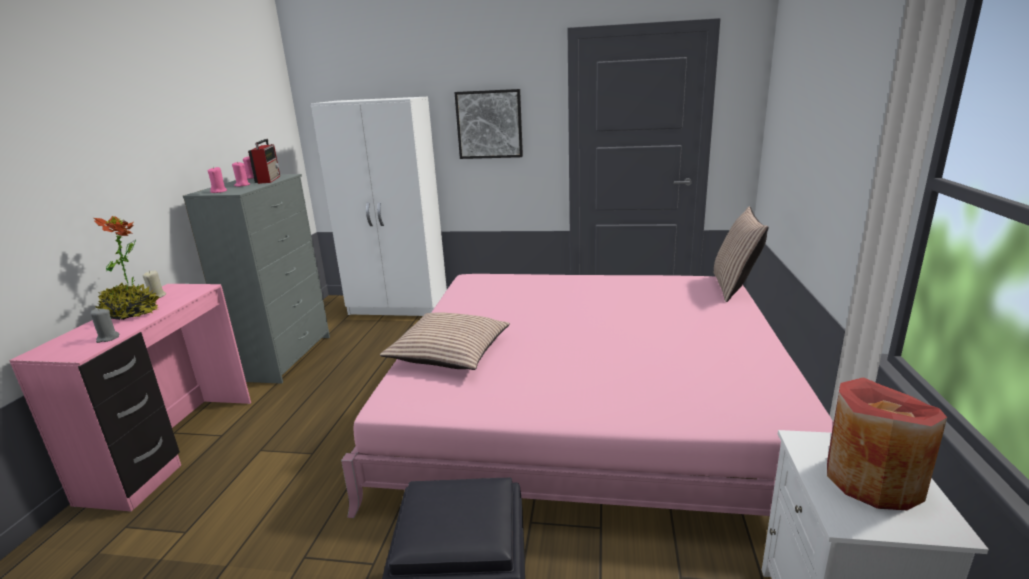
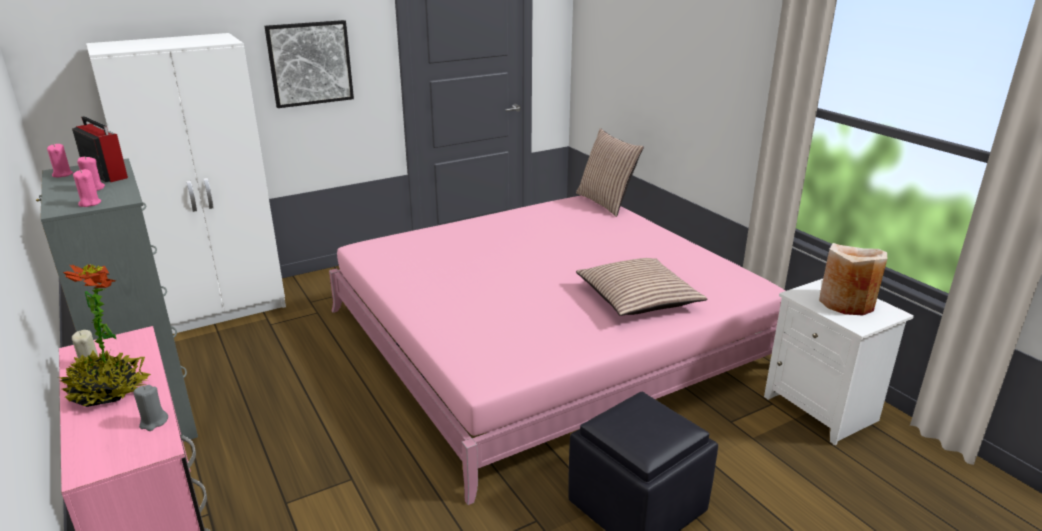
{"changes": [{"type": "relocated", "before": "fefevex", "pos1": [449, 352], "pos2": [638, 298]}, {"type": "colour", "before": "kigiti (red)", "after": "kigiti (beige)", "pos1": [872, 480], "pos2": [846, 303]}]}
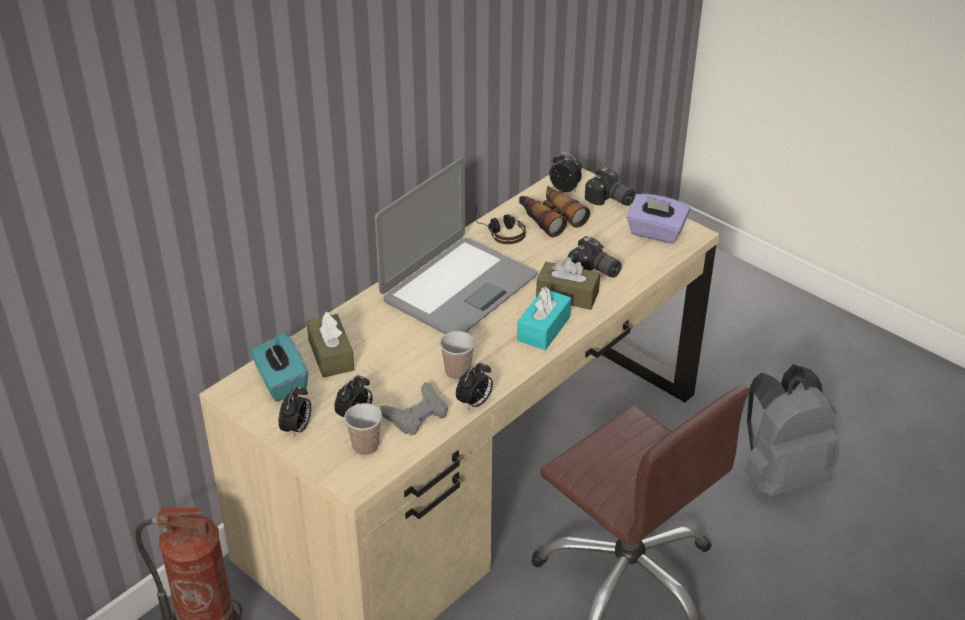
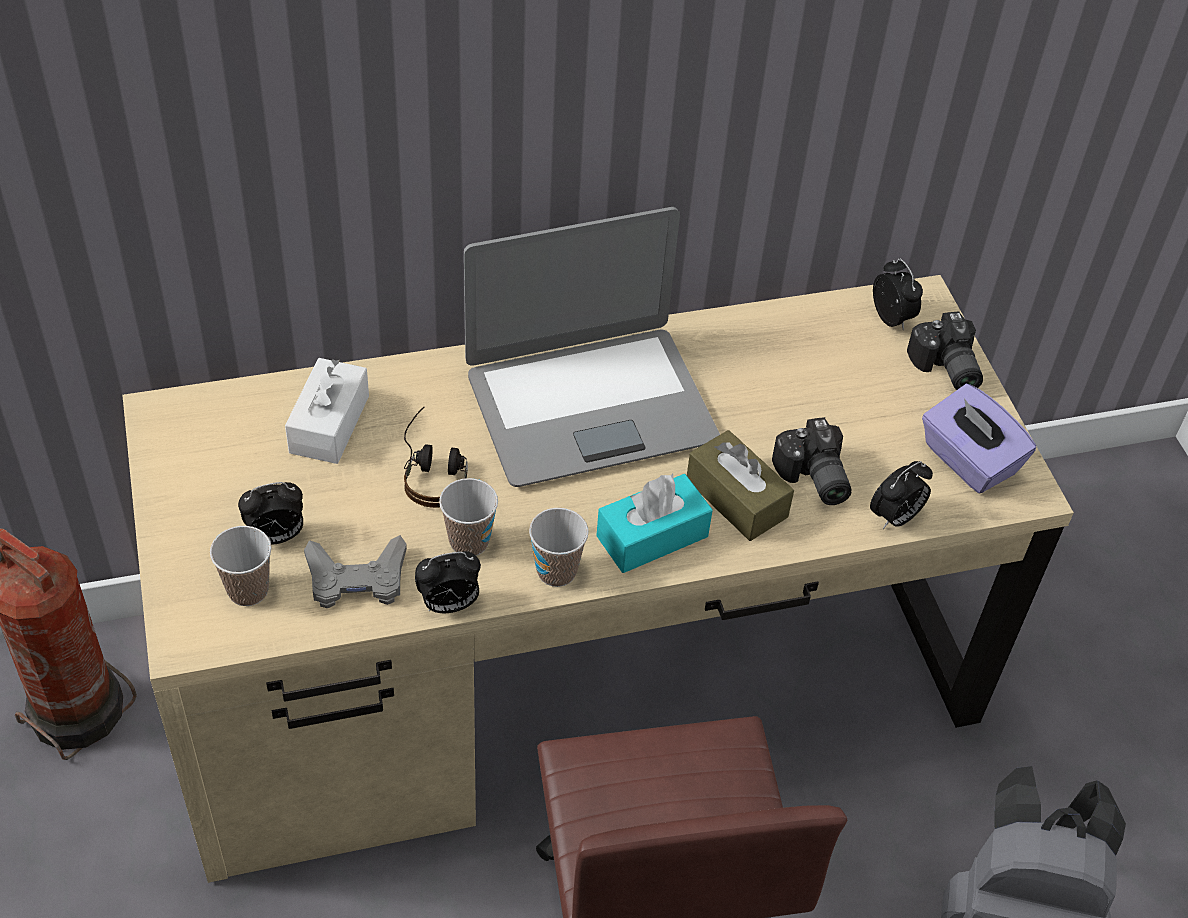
{"changes": [{"type": "missing", "before": "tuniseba", "pos1": [550, 217]}, {"type": "relocated", "before": "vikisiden", "pos1": [499, 230], "pos2": [435, 469]}, {"type": "colour", "before": "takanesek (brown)", "after": "takanesek (white)", "pos1": [331, 355], "pos2": [329, 424]}, {"type": "missing", "before": "takanesek (turquoise)", "pos1": [281, 382]}, {"type": "relocated", "before": "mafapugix", "pos1": [297, 429], "pos2": [895, 518]}, {"type": "appeared", "after": "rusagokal", "pos2": [556, 571]}]}
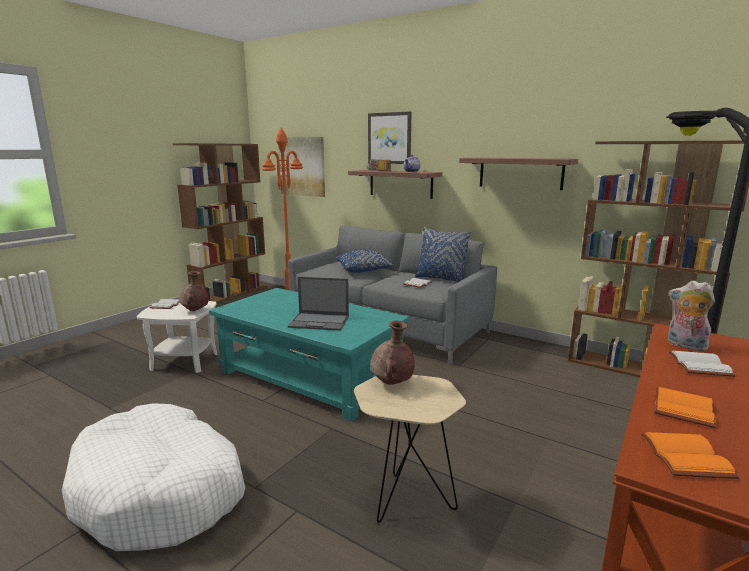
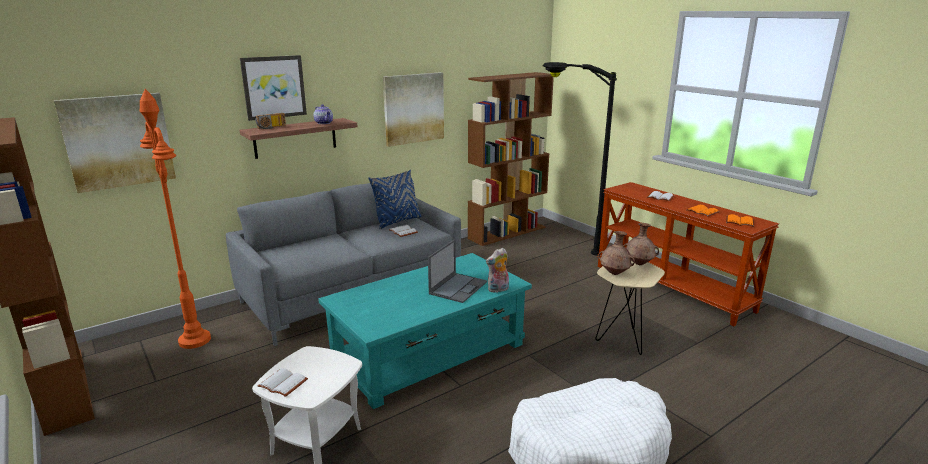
{"changes": [{"type": "exchanged", "before": "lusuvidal", "after": "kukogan", "pos1": [520, 173], "pos2": [413, 108]}, {"type": "missing", "before": "fefevex (blue)", "pos1": [364, 270]}, {"type": "relocated", "before": "kigiti (brown)", "pos1": [195, 310], "pos2": [639, 264]}, {"type": "relocated", "before": "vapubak", "pos1": [684, 346], "pos2": [498, 289]}]}
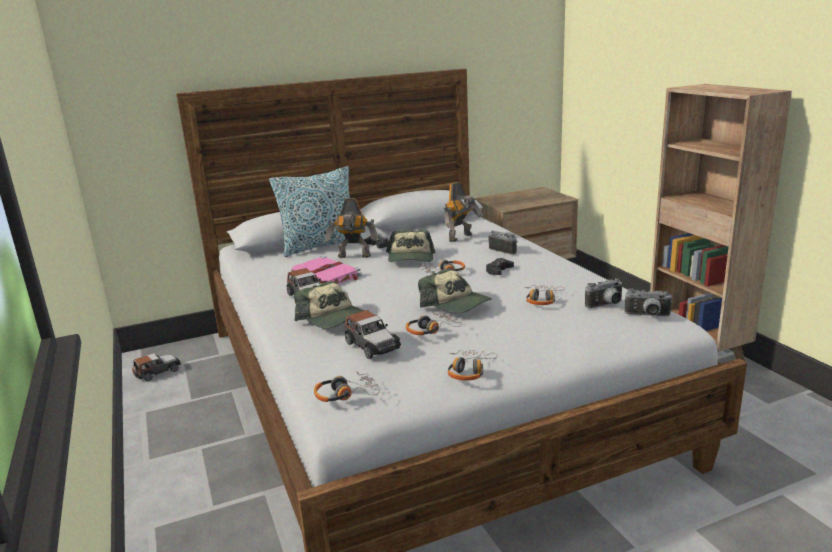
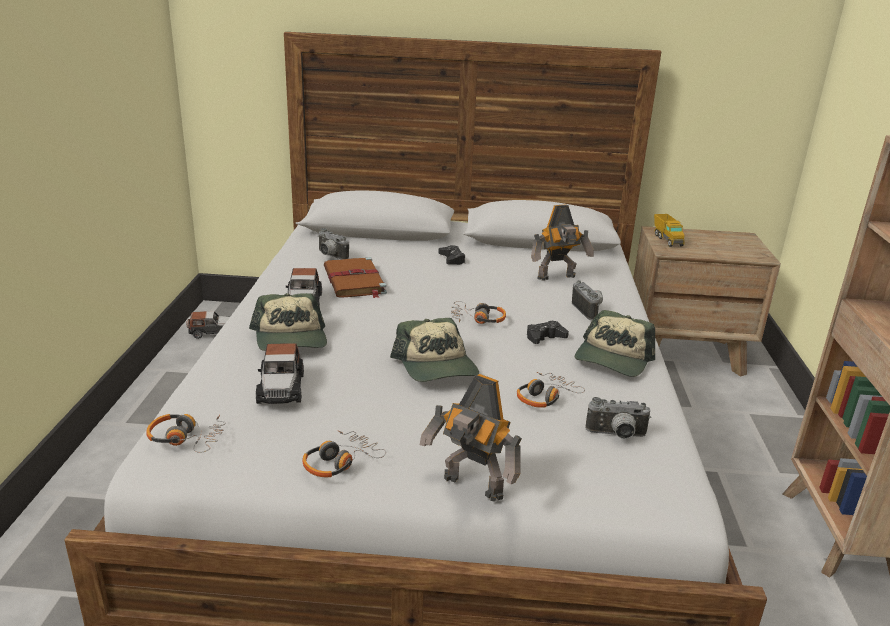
{"changes": [{"type": "missing", "before": "fefevex", "pos1": [321, 246]}, {"type": "relocated", "before": "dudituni", "pos1": [354, 257], "pos2": [471, 488]}, {"type": "relocated", "before": "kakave", "pos1": [411, 258], "pos2": [612, 359]}, {"type": "colour", "before": "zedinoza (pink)", "after": "zedinoza (brown)", "pos1": [327, 275], "pos2": [354, 281]}, {"type": "relocated", "before": "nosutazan", "pos1": [647, 316], "pos2": [330, 256]}, {"type": "missing", "before": "vikisiden", "pos1": [431, 330]}, {"type": "appeared", "after": "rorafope", "pos2": [667, 240]}]}
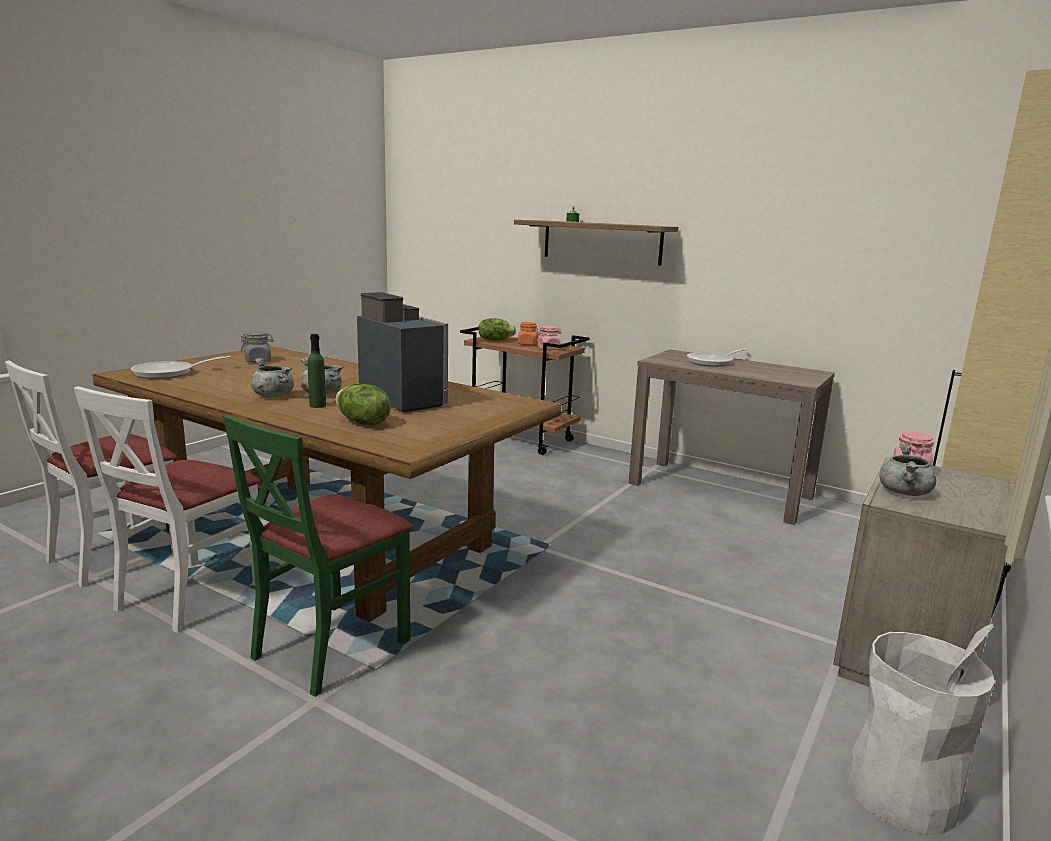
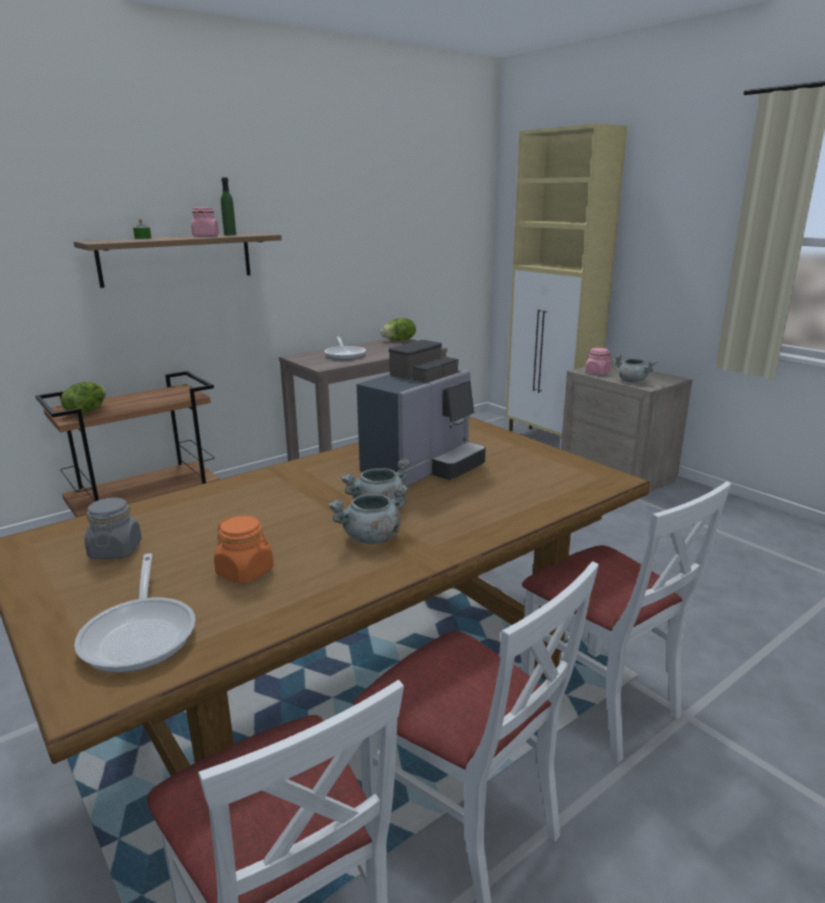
{"changes": [{"type": "spun", "before": "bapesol", "pos1": [405, 399], "pos2": [423, 467], "turn": 150}, {"type": "relocated", "before": "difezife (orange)", "pos1": [528, 344], "pos2": [245, 572]}, {"type": "relocated", "before": "difezife (pink)", "pos1": [548, 349], "pos2": [206, 236]}, {"type": "relocated", "before": "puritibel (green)", "pos1": [317, 405], "pos2": [230, 235]}, {"type": "relocated", "before": "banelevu", "pos1": [362, 422], "pos2": [399, 340]}, {"type": "colour", "before": "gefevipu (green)", "after": "gefevipu (white)", "pos1": [329, 647], "pos2": [600, 702]}, {"type": "missing", "before": "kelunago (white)", "pos1": [901, 793]}]}
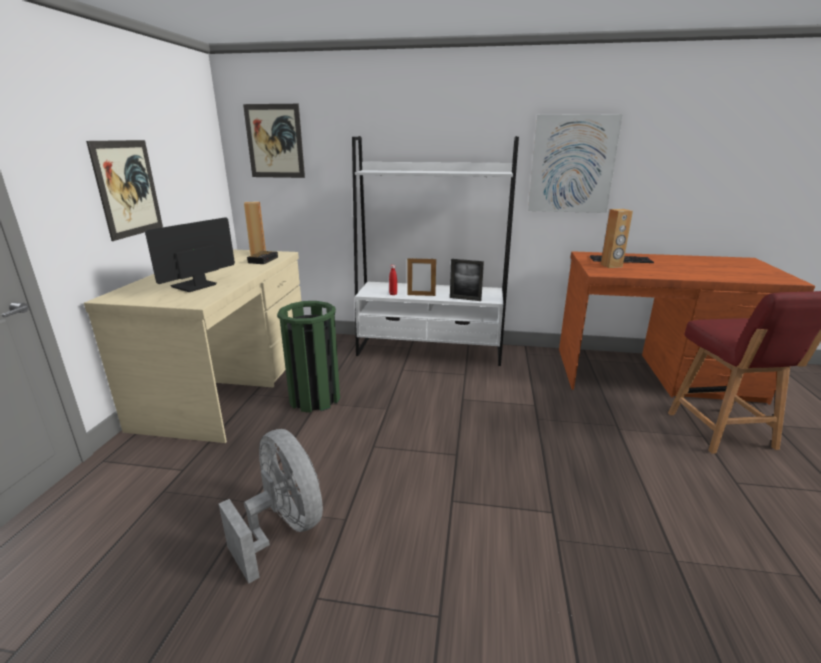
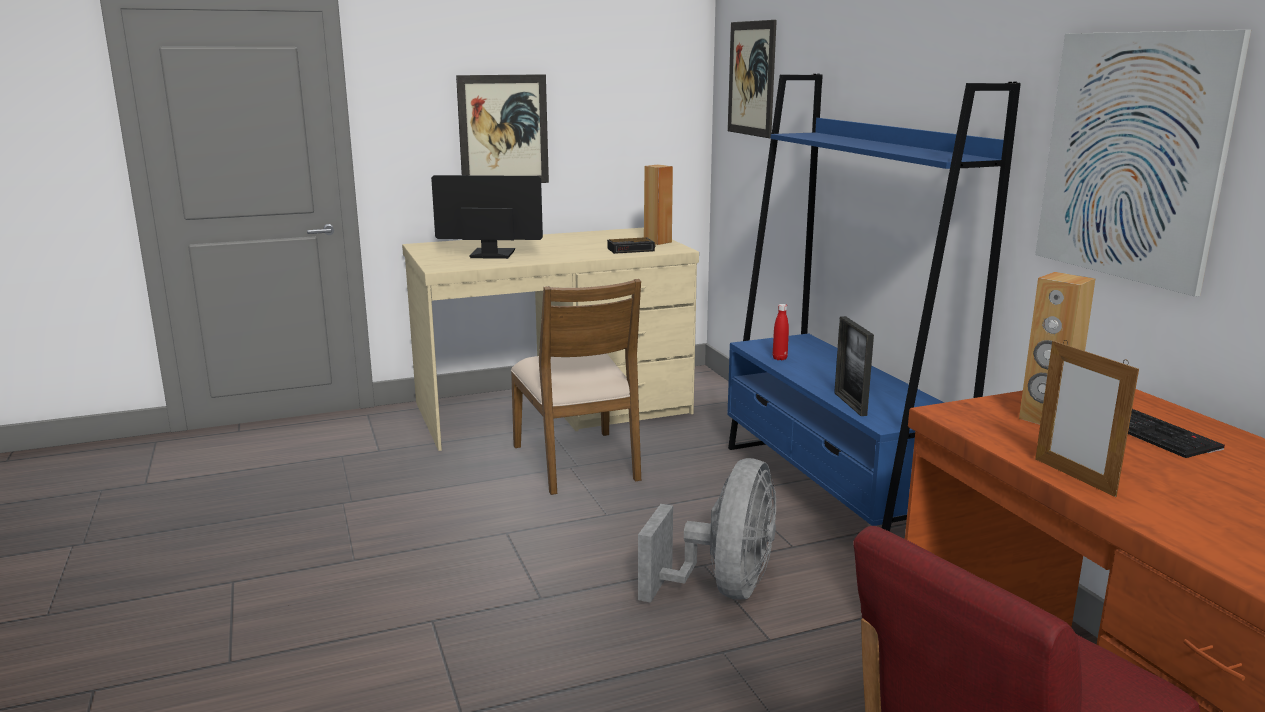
{"changes": [{"type": "colour", "before": "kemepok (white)", "after": "kemepok (blue)", "pos1": [430, 351], "pos2": [832, 495]}, {"type": "relocated", "before": "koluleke", "pos1": [421, 295], "pos2": [1074, 477]}, {"type": "exchanged", "before": "kelunago (green)", "after": "gefevipu (brown)", "pos1": [315, 398], "pos2": [578, 462]}, {"type": "relocated", "before": "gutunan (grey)", "pos1": [283, 527], "pos2": [723, 588]}]}
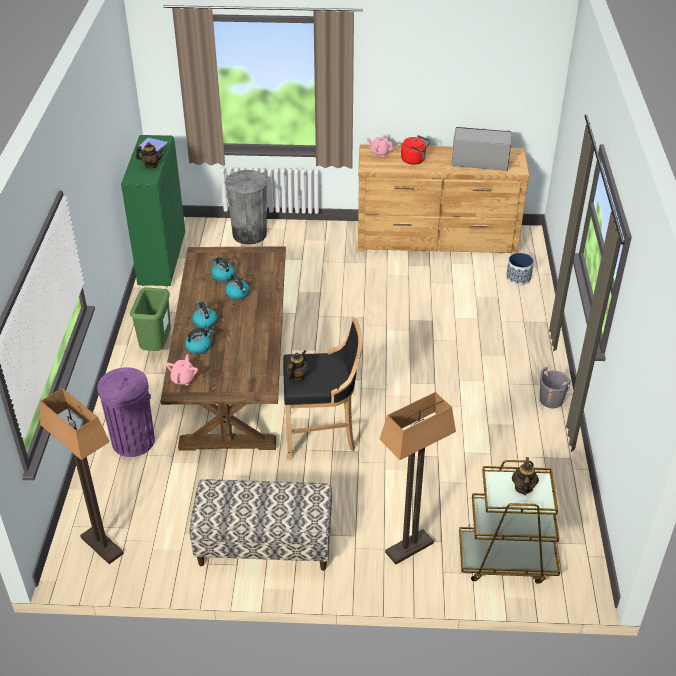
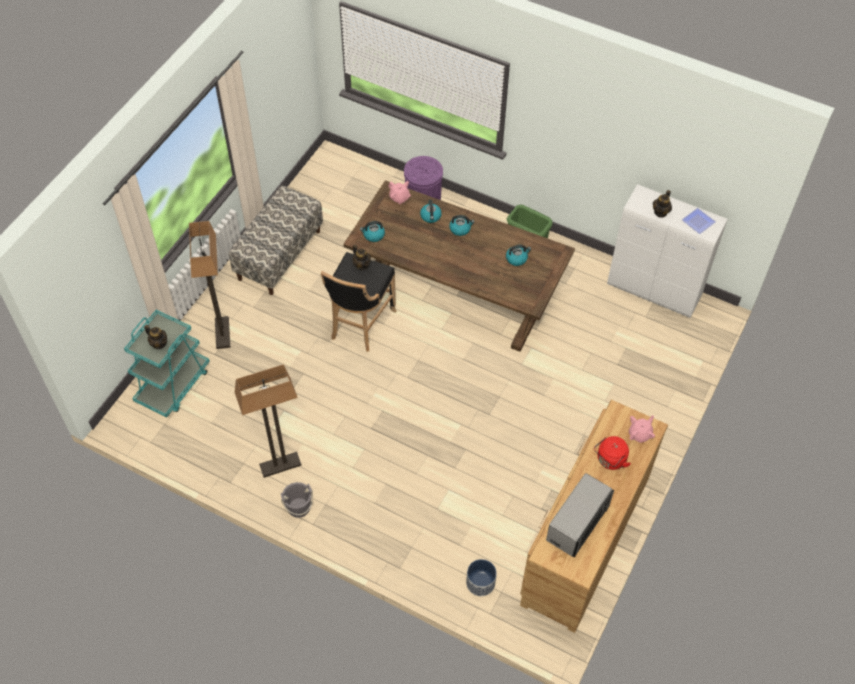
{"changes": [{"type": "colour", "before": "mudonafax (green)", "after": "mudonafax (white)", "pos1": [162, 259], "pos2": [654, 291]}, {"type": "missing", "before": "kelunago (grey)", "pos1": [249, 234]}, {"type": "relocated", "before": "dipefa", "pos1": [238, 294], "pos2": [373, 235]}, {"type": "relocated", "before": "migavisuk", "pos1": [101, 545], "pos2": [280, 465]}, {"type": "colour", "before": "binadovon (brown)", "after": "binadovon (turquoise)", "pos1": [506, 559], "pos2": [173, 385]}]}
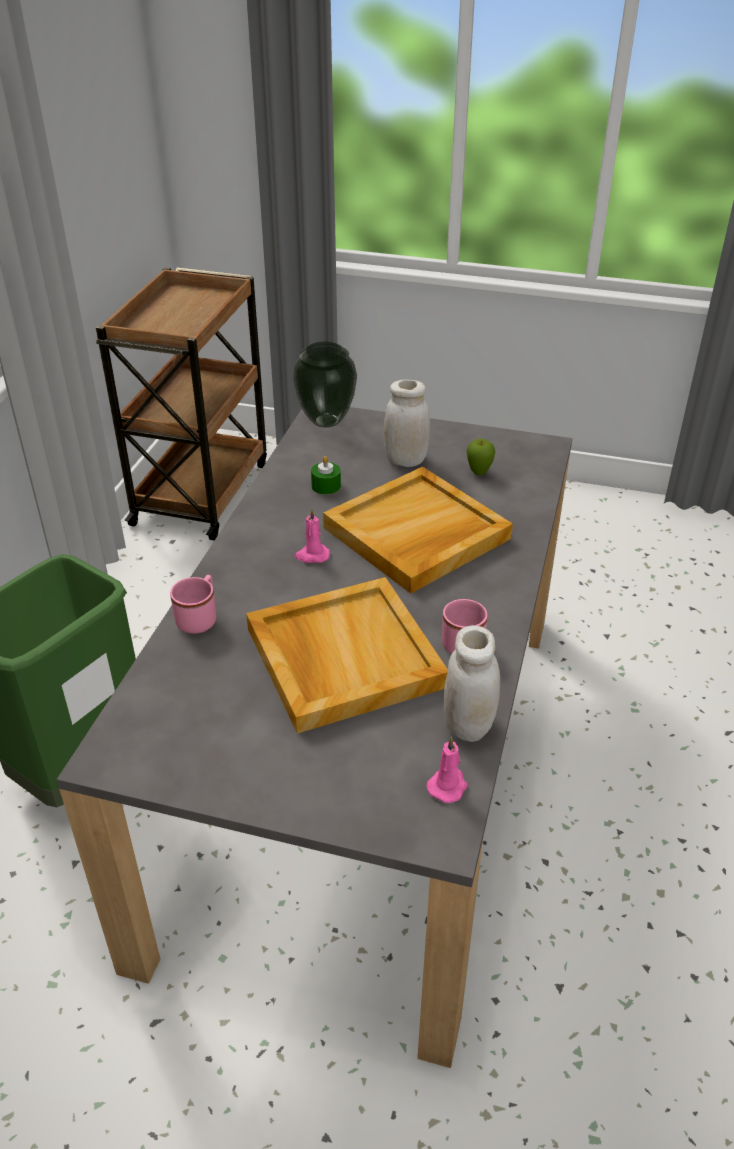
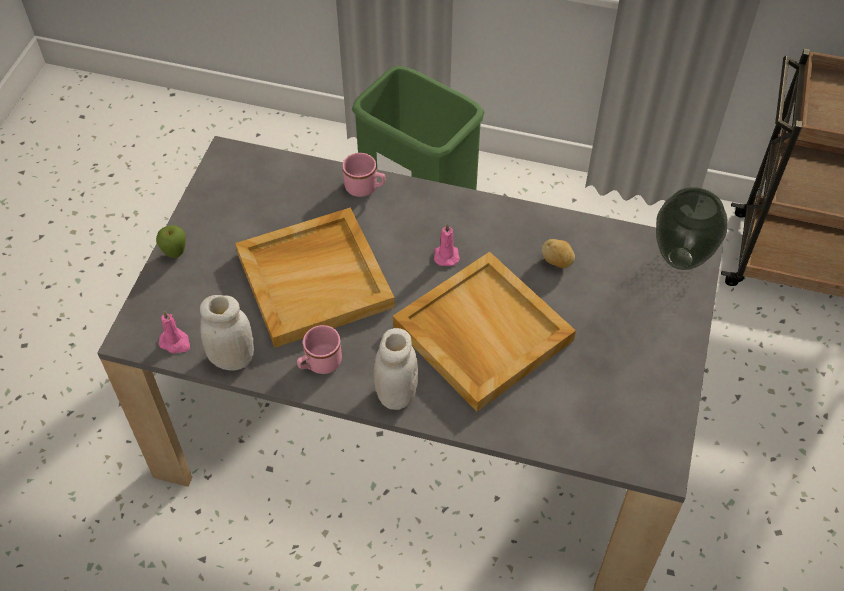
{"changes": [{"type": "relocated", "before": "difezife (white)", "pos1": [405, 460], "pos2": [396, 394]}, {"type": "relocated", "before": "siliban", "pos1": [479, 473], "pos2": [175, 254]}, {"type": "exchanged", "before": "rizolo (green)", "after": "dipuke", "pos1": [326, 486], "pos2": [557, 262]}]}
